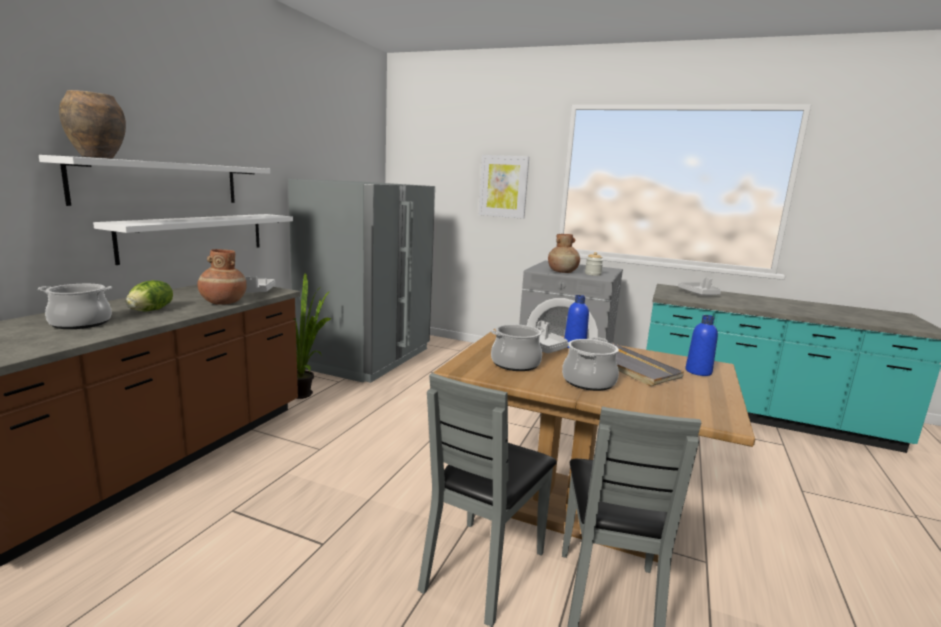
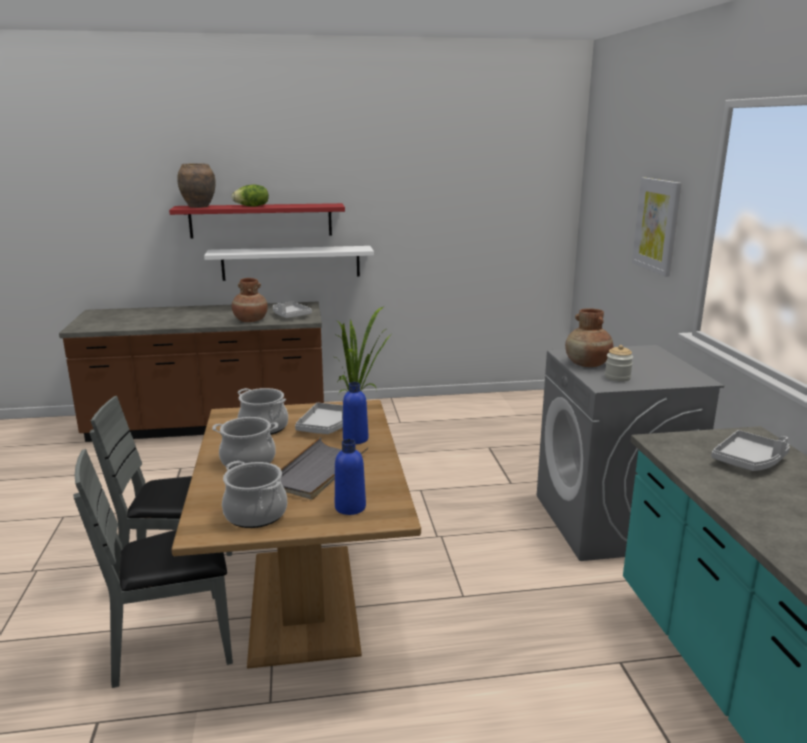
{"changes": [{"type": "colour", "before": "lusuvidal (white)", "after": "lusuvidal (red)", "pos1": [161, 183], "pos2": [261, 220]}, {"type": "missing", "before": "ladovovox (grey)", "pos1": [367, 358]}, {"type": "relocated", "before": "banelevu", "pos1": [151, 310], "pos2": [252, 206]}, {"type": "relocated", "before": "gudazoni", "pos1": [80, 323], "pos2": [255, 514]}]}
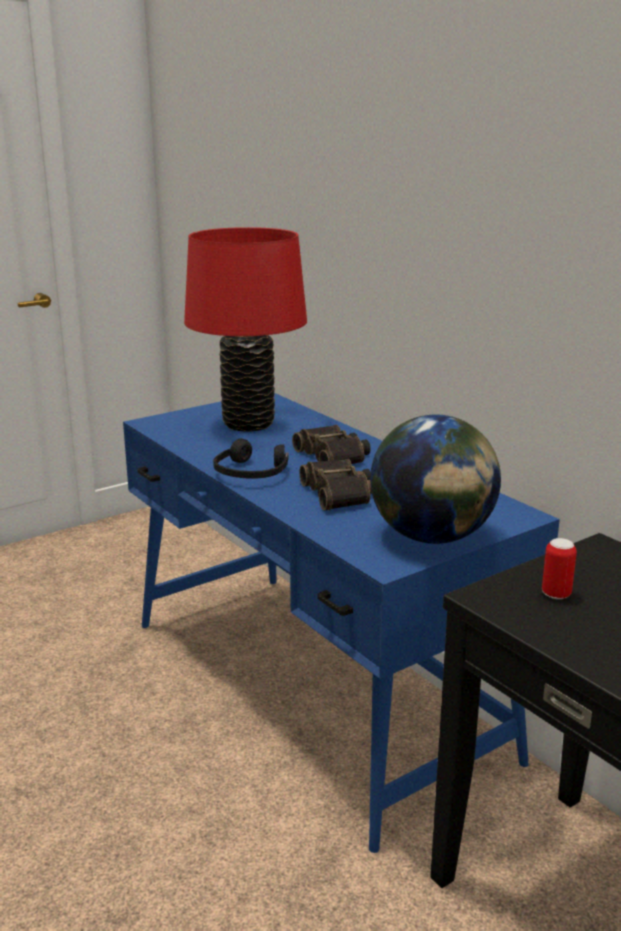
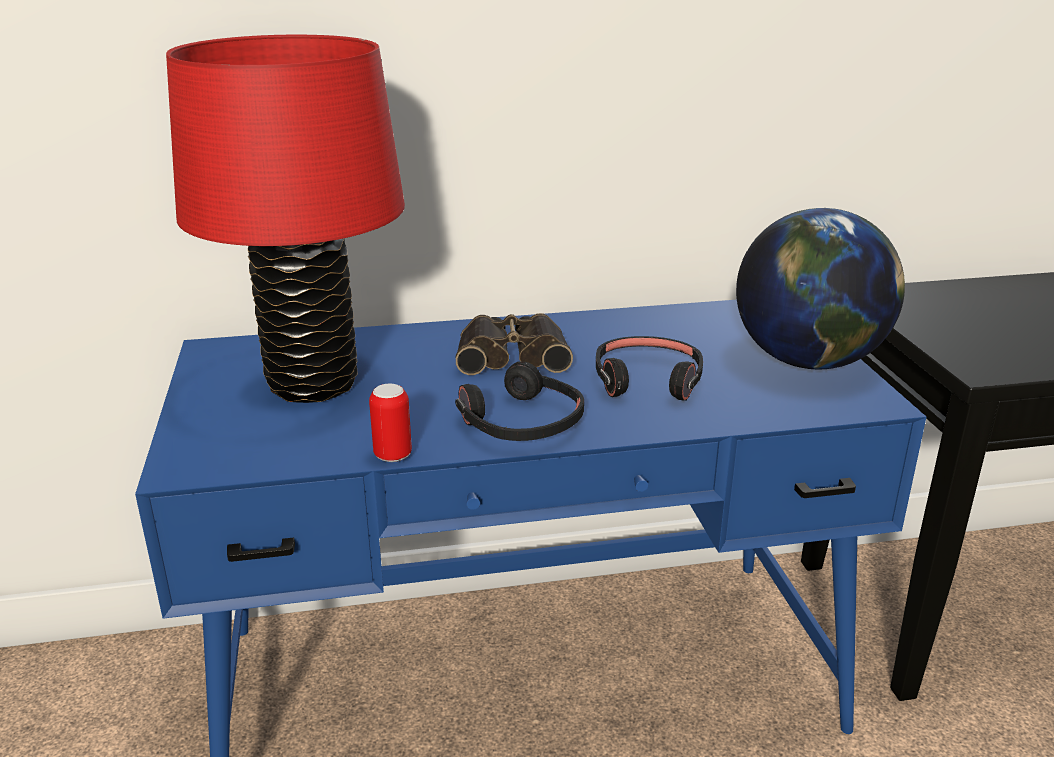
{"changes": [{"type": "exchanged", "before": "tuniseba", "after": "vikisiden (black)", "pos1": [341, 493], "pos2": [647, 380]}, {"type": "relocated", "before": "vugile", "pos1": [556, 594], "pos2": [393, 455]}]}
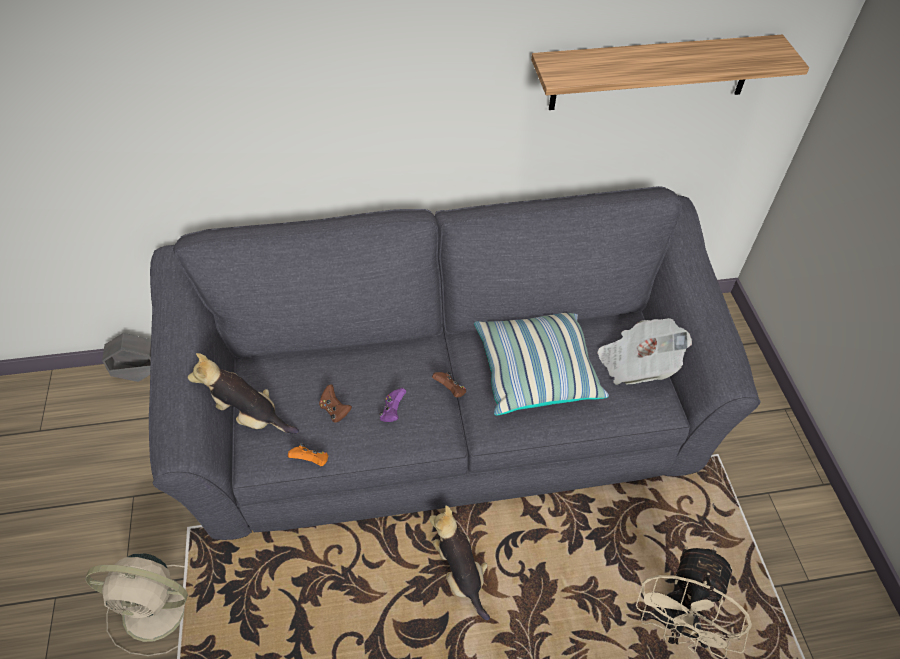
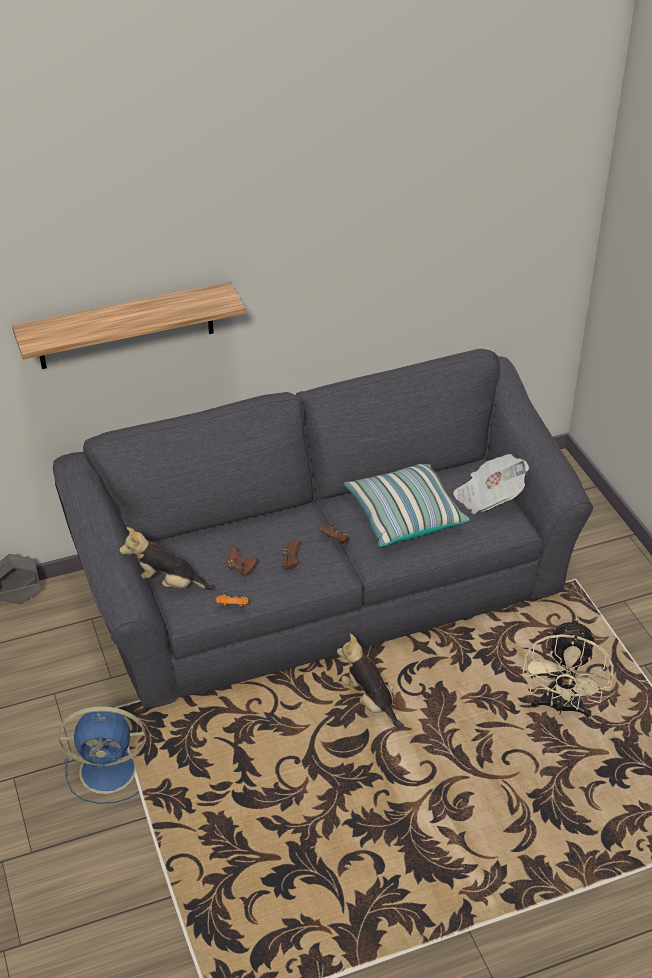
{"changes": [{"type": "relocated", "before": "lusuvidal", "pos1": [652, 73], "pos2": [126, 326]}, {"type": "colour", "before": "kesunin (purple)", "after": "kesunin (brown)", "pos1": [392, 411], "pos2": [291, 562]}, {"type": "colour", "before": "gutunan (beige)", "after": "gutunan (blue)", "pos1": [158, 609], "pos2": [111, 770]}]}
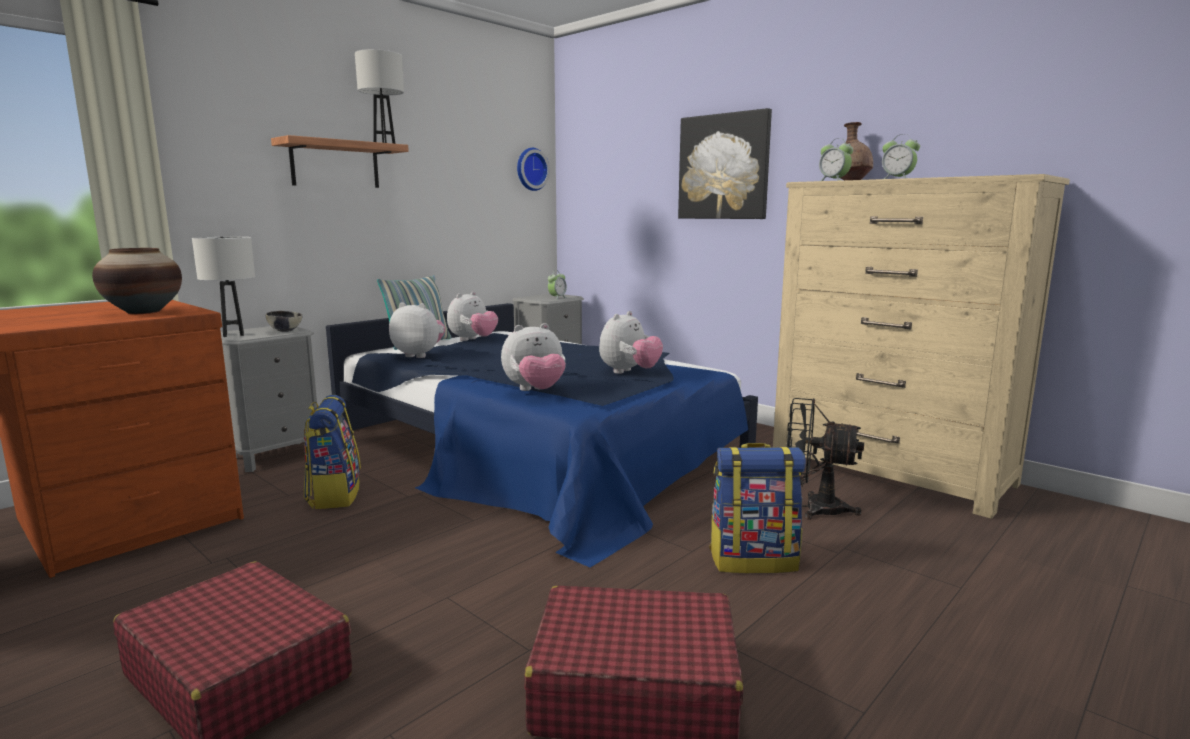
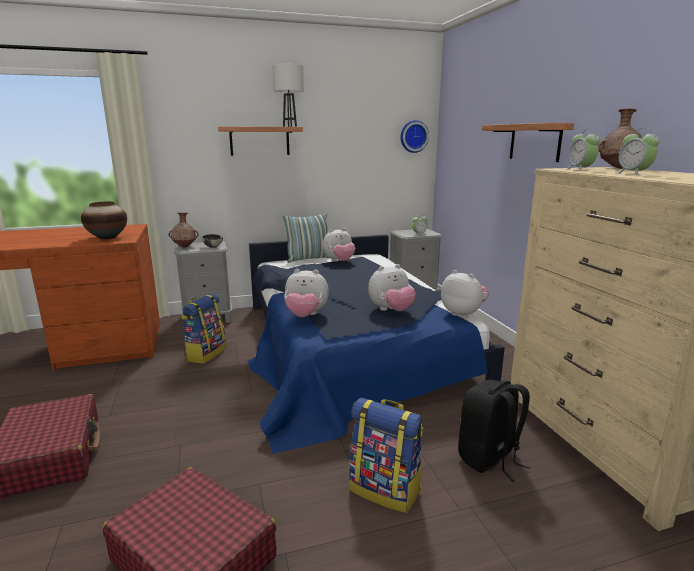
{"changes": [{"type": "exchanged", "before": "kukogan", "after": "lusuvidal", "pos1": [724, 167], "pos2": [535, 142]}, {"type": "exchanged", "before": "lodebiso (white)", "after": "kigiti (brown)", "pos1": [233, 335], "pos2": [185, 247]}, {"type": "relocated", "before": "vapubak", "pos1": [419, 355], "pos2": [463, 314]}, {"type": "exchanged", "before": "gutunan (black)", "after": "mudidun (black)", "pos1": [813, 508], "pos2": [489, 459]}]}
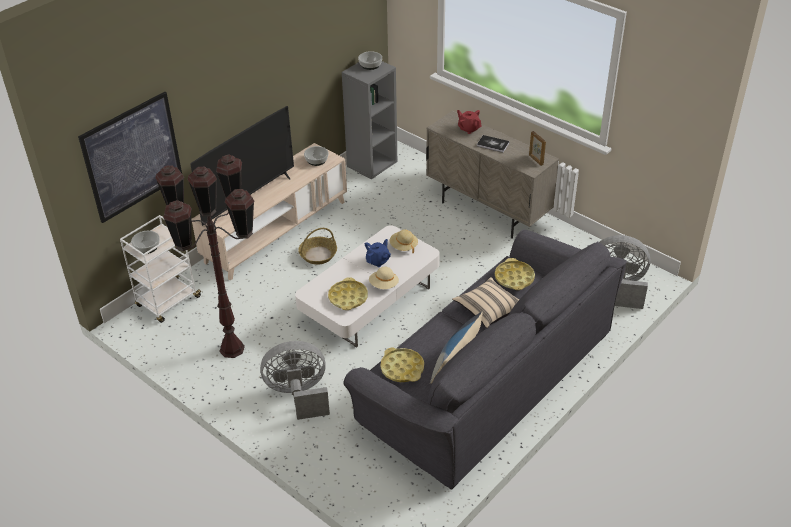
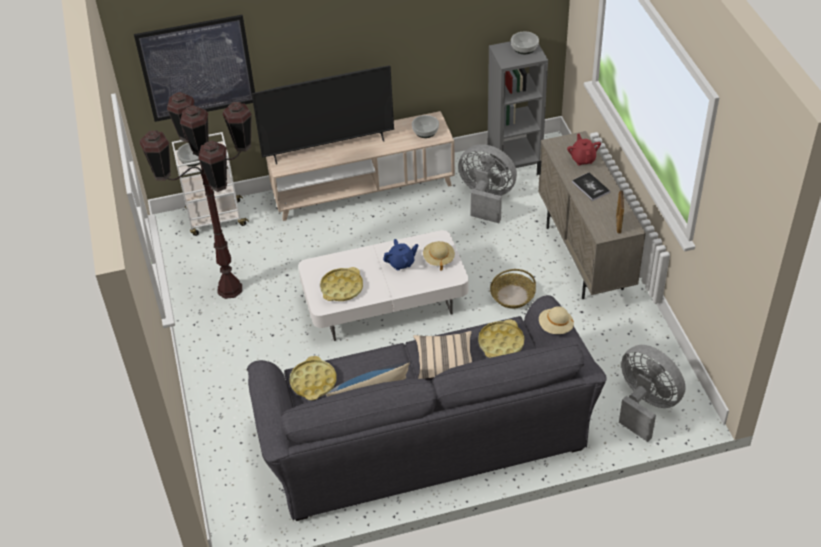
{"changes": [{"type": "relocated", "before": "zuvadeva", "pos1": [318, 255], "pos2": [512, 295]}, {"type": "relocated", "before": "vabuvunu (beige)", "pos1": [384, 285], "pos2": [555, 327]}, {"type": "relocated", "before": "gutunan (grey)", "pos1": [299, 395], "pos2": [486, 198]}]}
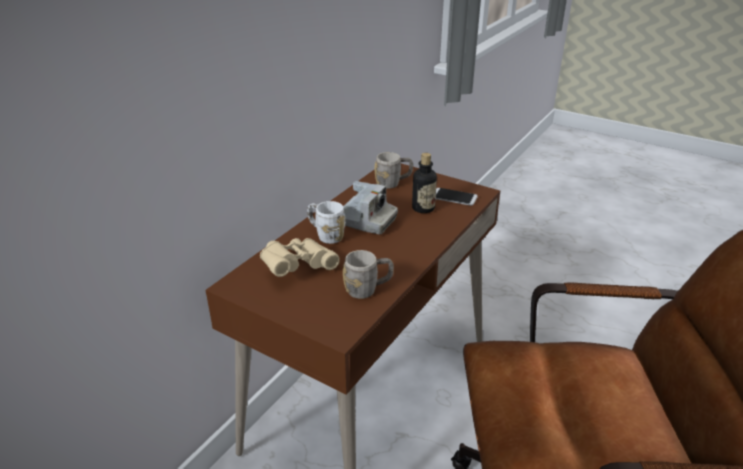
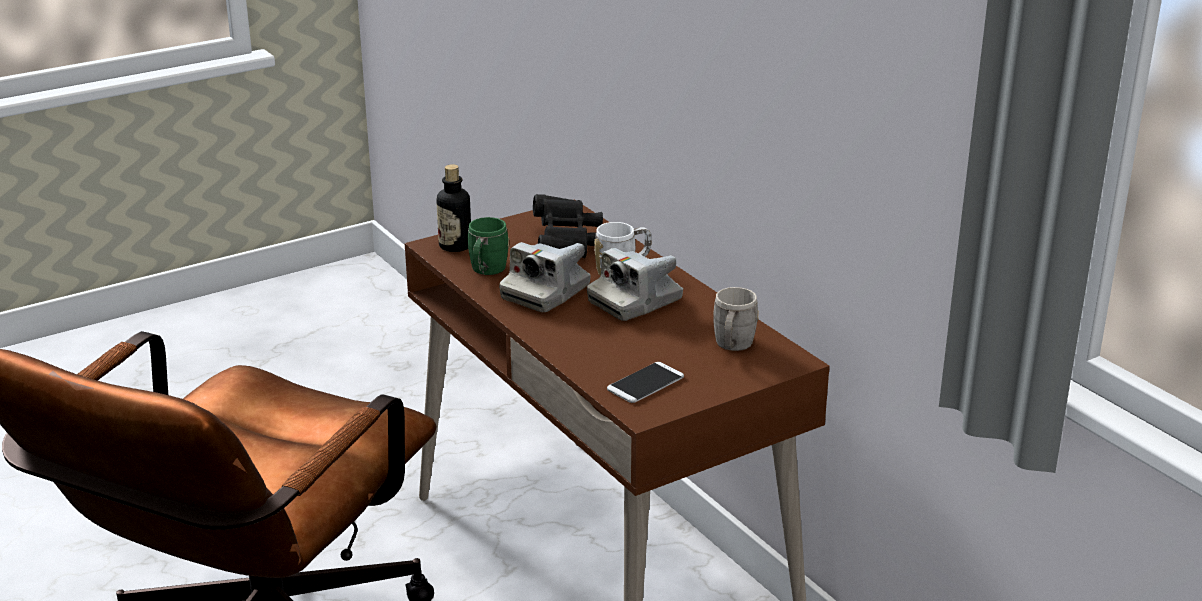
{"changes": [{"type": "relocated", "before": "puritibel", "pos1": [423, 208], "pos2": [455, 246]}, {"type": "colour", "before": "tuniseba (beige)", "after": "tuniseba (black)", "pos1": [297, 267], "pos2": [568, 244]}, {"type": "colour", "before": "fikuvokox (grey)", "after": "fikuvokox (green)", "pos1": [368, 289], "pos2": [486, 272]}, {"type": "appeared", "after": "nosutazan", "pos2": [546, 293]}]}
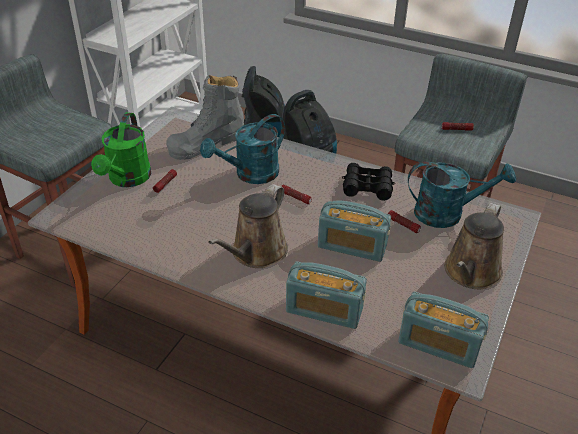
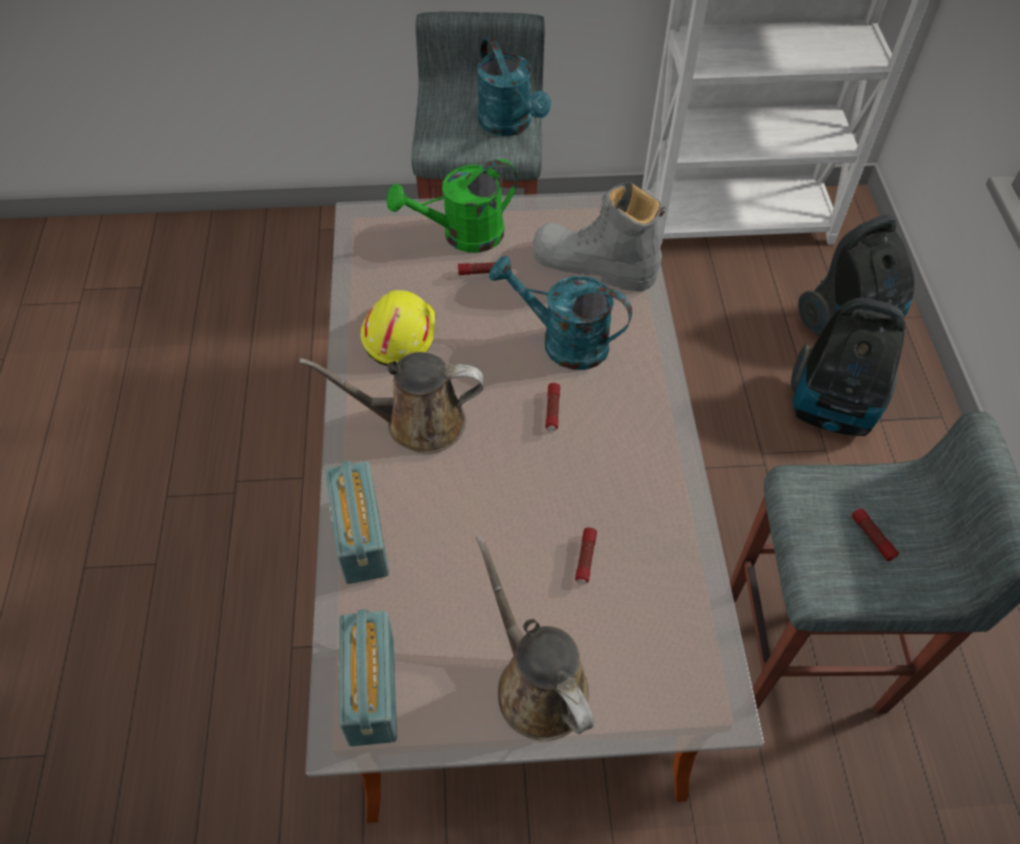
{"changes": [{"type": "relocated", "before": "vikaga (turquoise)", "pos1": [447, 213], "pos2": [510, 125]}, {"type": "missing", "before": "tuniseba (black)", "pos1": [367, 187]}, {"type": "missing", "before": "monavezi", "pos1": [352, 246]}, {"type": "spun", "before": "vikaga (brown)", "pos1": [471, 273], "pos2": [537, 684], "turn": 60}, {"type": "appeared", "after": "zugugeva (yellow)", "pos2": [398, 334]}]}
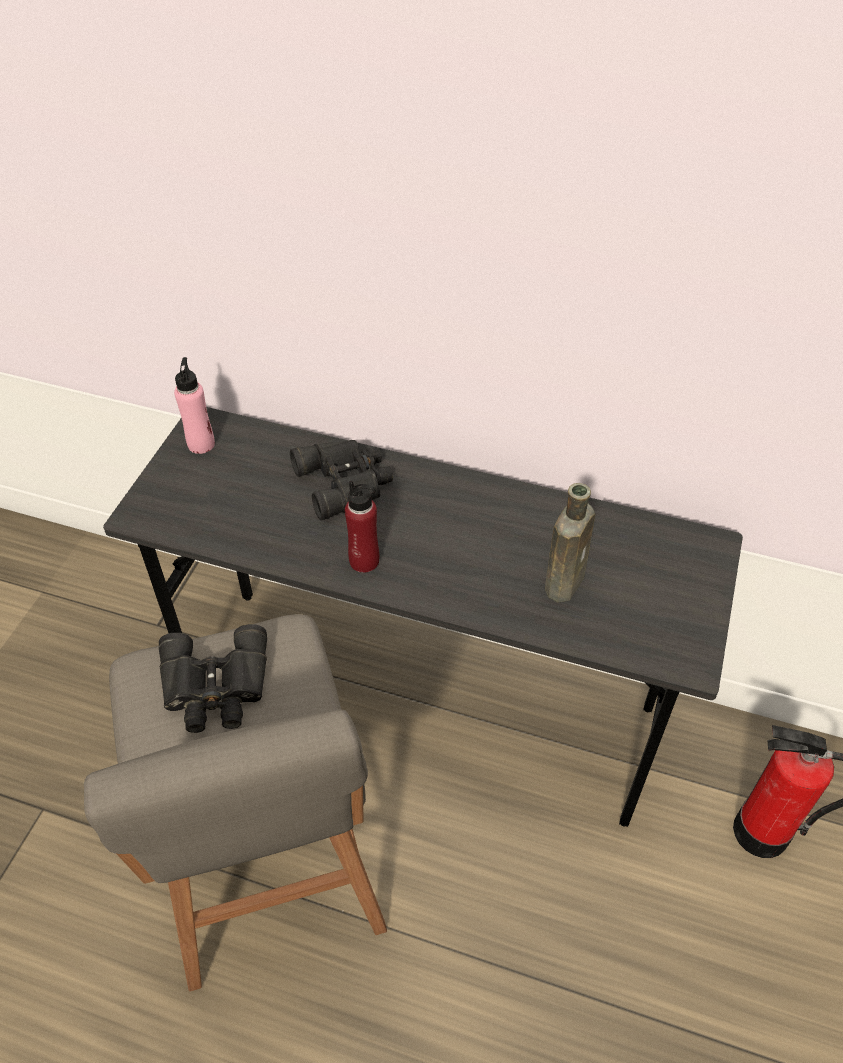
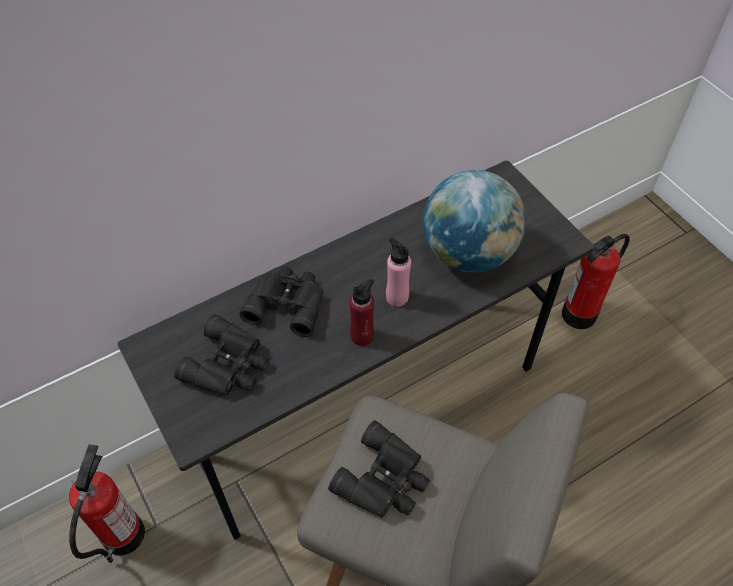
{"changes": [{"type": "relocated", "before": "puritibel (pink)", "pos1": [201, 444], "pos2": [397, 297]}, {"type": "exchanged", "before": "puritibel (brown)", "after": "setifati", "pos1": [565, 581], "pos2": [468, 253]}, {"type": "appeared", "after": "tuniseba (black)", "pos2": [229, 365]}, {"type": "appeared", "after": "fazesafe", "pos2": [123, 535]}]}
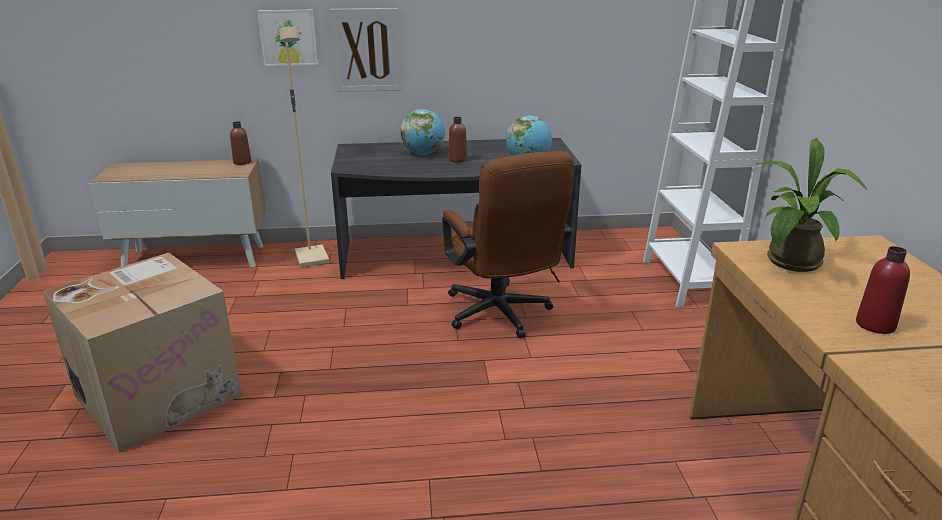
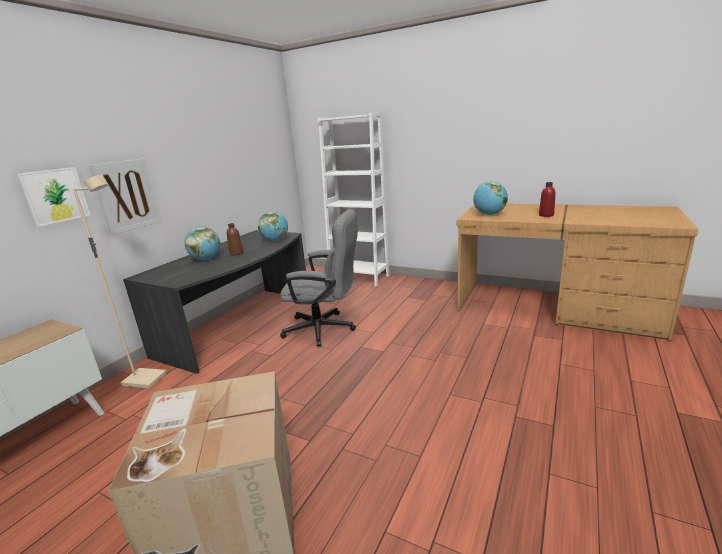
{"changes": [{"type": "missing", "before": "puritibel (brown)", "pos1": [242, 162]}, {"type": "exchanged", "before": "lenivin", "after": "setifati", "pos1": [791, 264], "pos2": [489, 214]}, {"type": "colour", "before": "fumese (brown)", "after": "fumese (grey)", "pos1": [501, 316], "pos2": [326, 329]}]}
